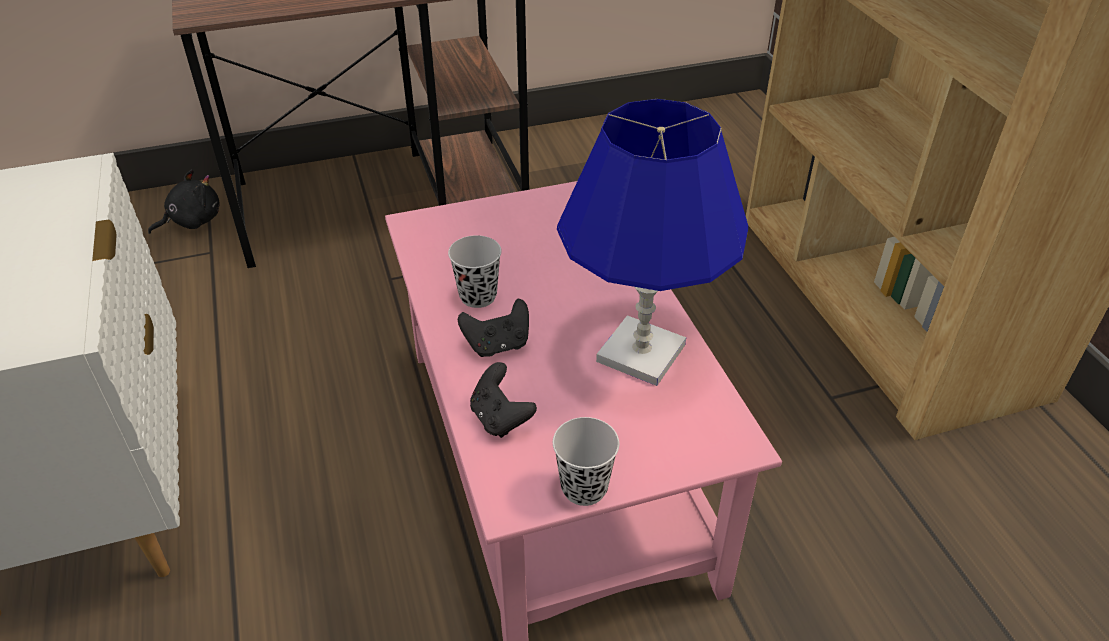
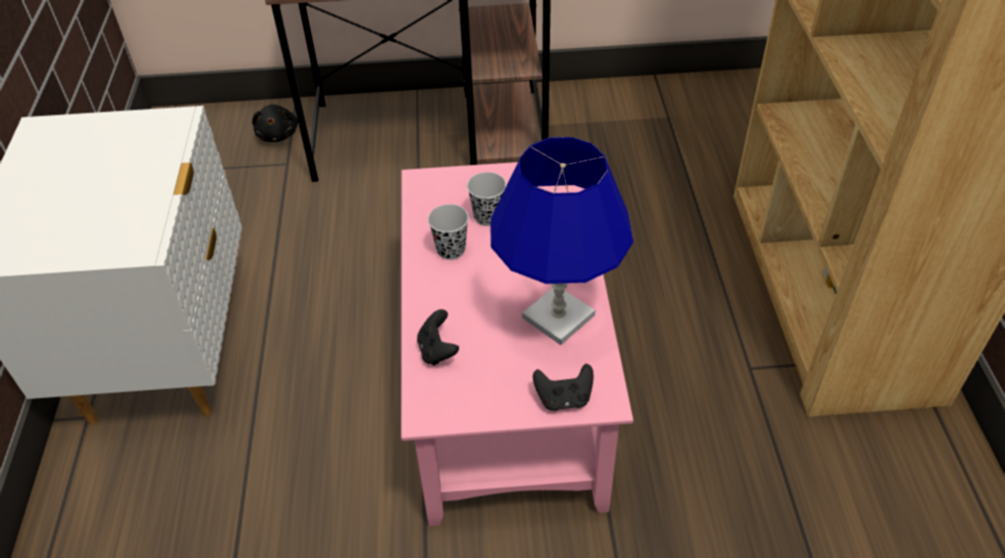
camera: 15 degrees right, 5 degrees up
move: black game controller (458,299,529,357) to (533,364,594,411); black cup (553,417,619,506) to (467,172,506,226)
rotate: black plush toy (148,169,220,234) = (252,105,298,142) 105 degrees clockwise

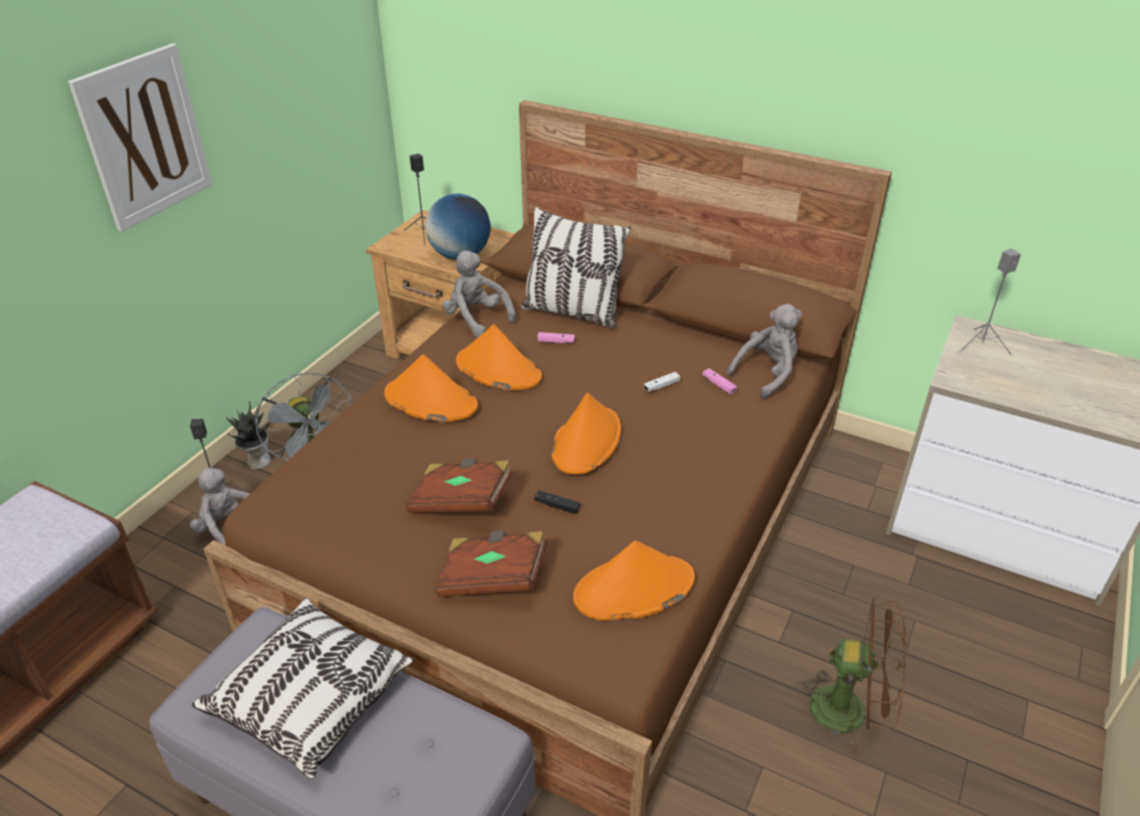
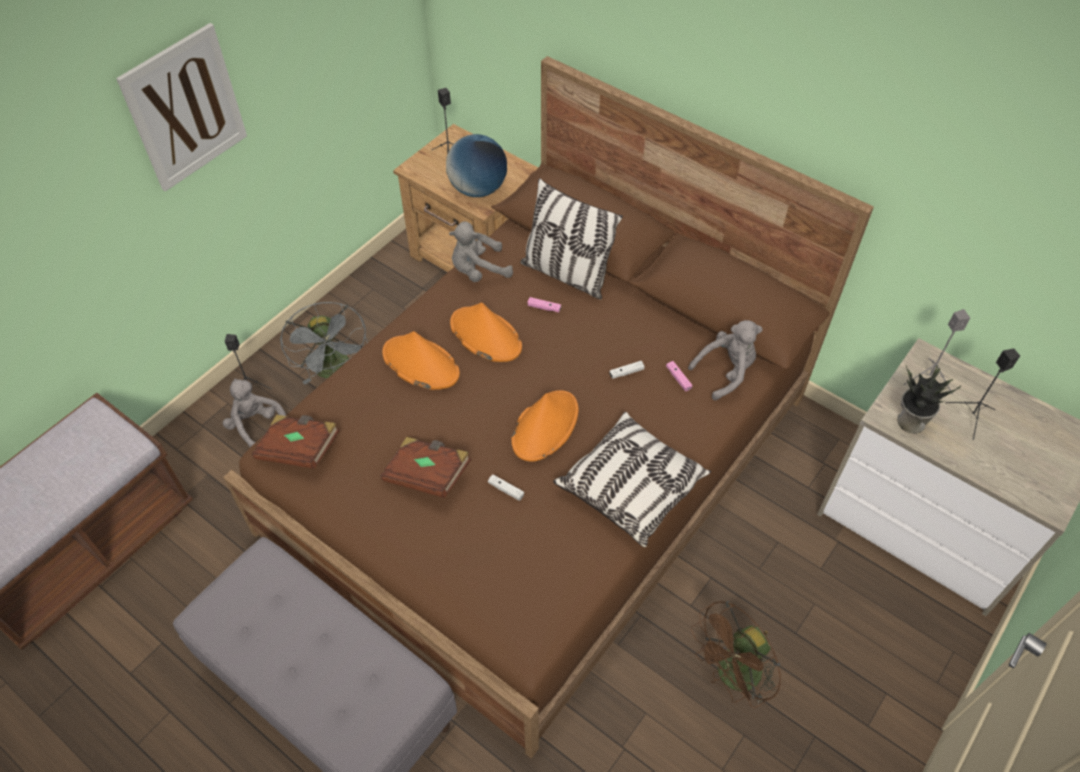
camera: 10 degrees right, 15 degrees up
delete: orange hat (573,541,695,621)
insert: black speaker (945,349,1020,440)
move: pillow (192,598,415,779) to (553,412,711,547); potted plant (226,401,271,469) to (897,365,961,433); brown book (435,531,547,597) to (252,415,340,469)
recolor: black game controller (534,490,580,514) to white game controller (488,474,524,501)
rotate: grey plush toy (442,250,516,337) = (449,221,513,282) 75 degrees counterclockwise; brown fan (795,596,906,756) = (691,601,781,708) 120 degrees clockwise

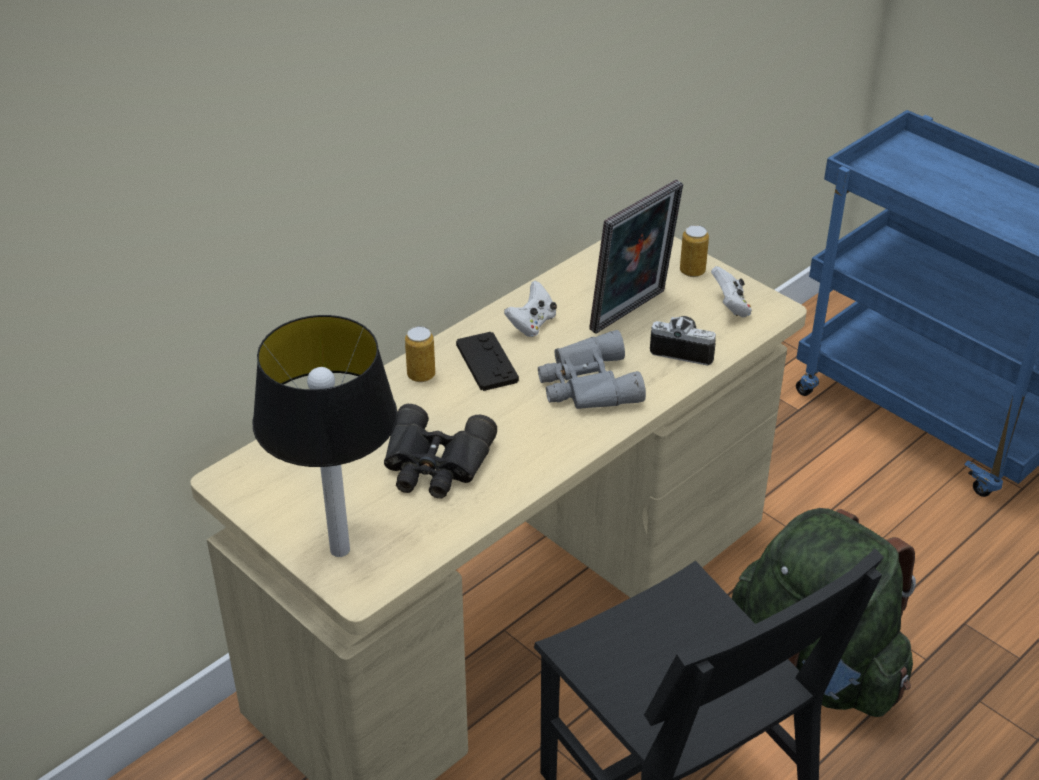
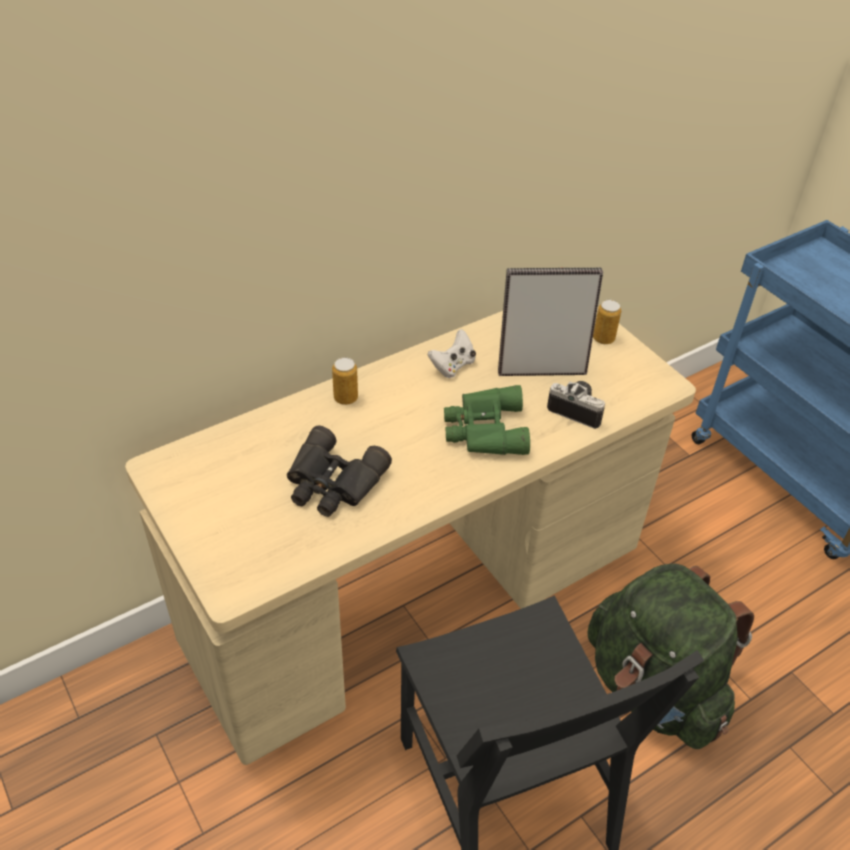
camera: 10 degrees right, 5 degrees up
delete: table lamp (252,315,398,557); black game controller (456,332,519,391); white game controller (711,266,752,318)
recolor: grey binoculars (538,330,646,409) to green binoculars (444,385,530,455)
rotate: picture frame (589,179,683,334) = (498,268,603,376) 150 degrees counterclockwise

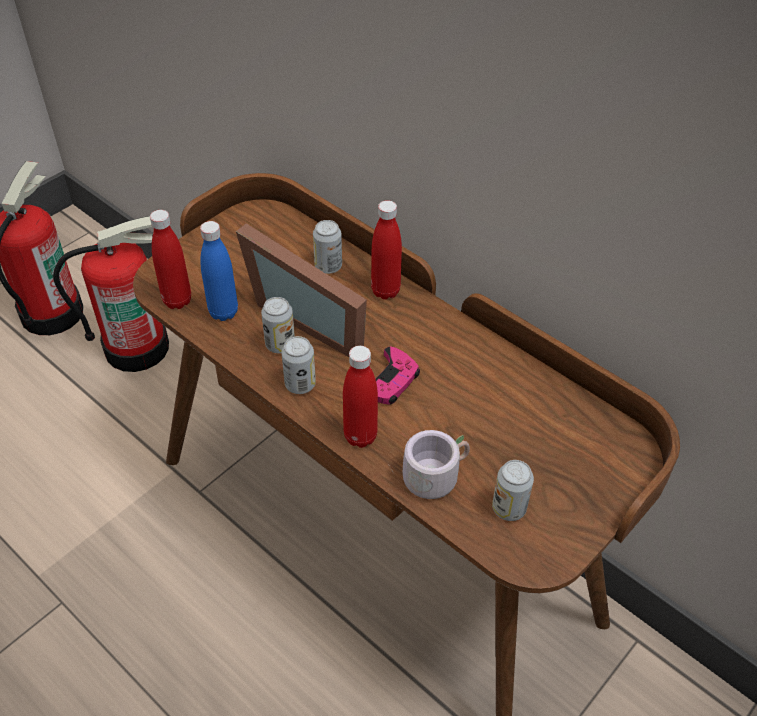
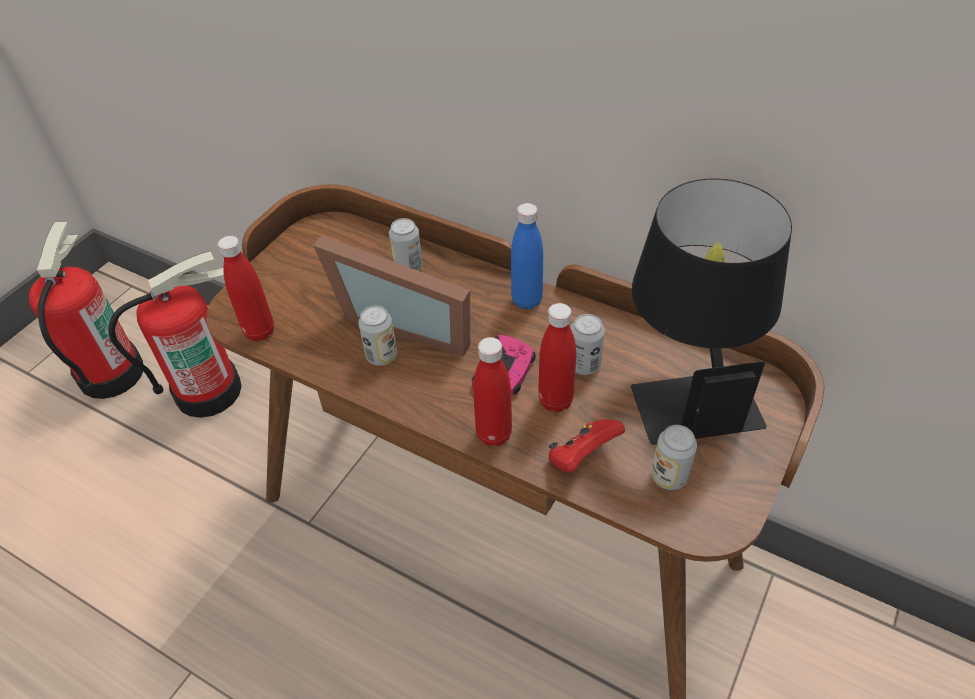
camera: 10 degrees left, 0 degrees up
insert: black table lamp (631,179,792,445)
move: blue bottle (200,221,238,321) to (511,203,543,309); can (282,336,316,394) to (571,314,605,375); red bottle (371,200,402,300) to (538,303,576,412)
replace: grey mug (389,430,470,499) to red game controller (549,419,625,472)

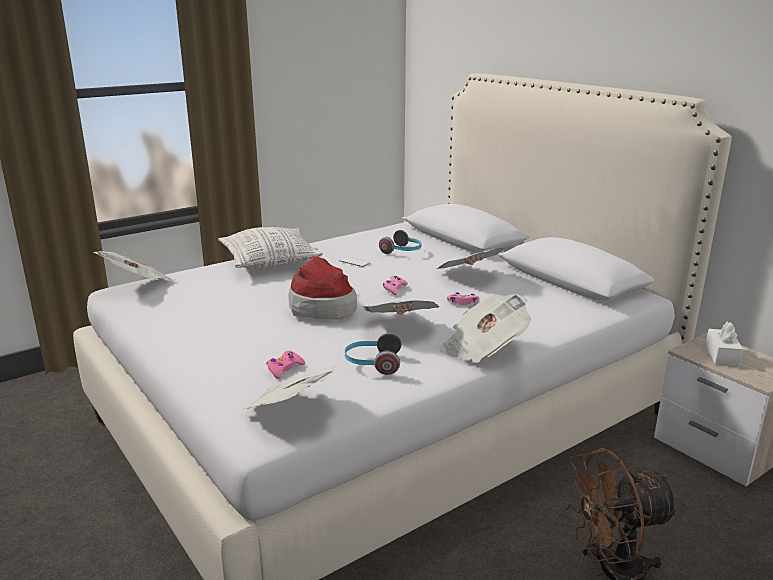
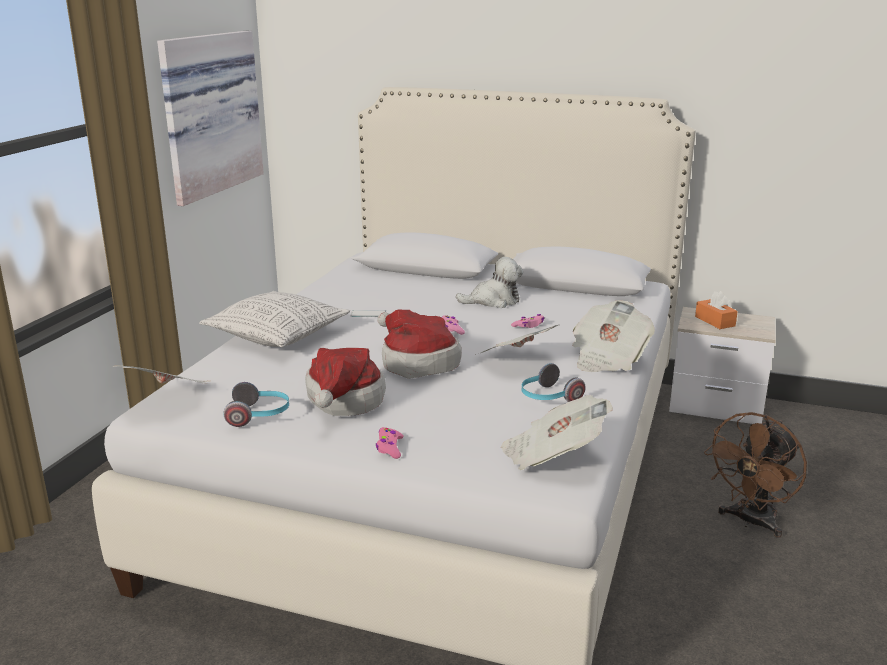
camera: 35 degrees left, 0 degrees up
insert: picture (157,31,264,206); hat (305,348,386,416)
move: pink game controller (266,351,305,379) to (376,427,404,459); headphones (379,230,422,254) to (223,382,289,427)
replace: newspaper (438,248,505,269) to plush toy (456,257,523,308)
recolor: white tissue box (705,322,743,366) to orange tissue box (695,291,738,329)

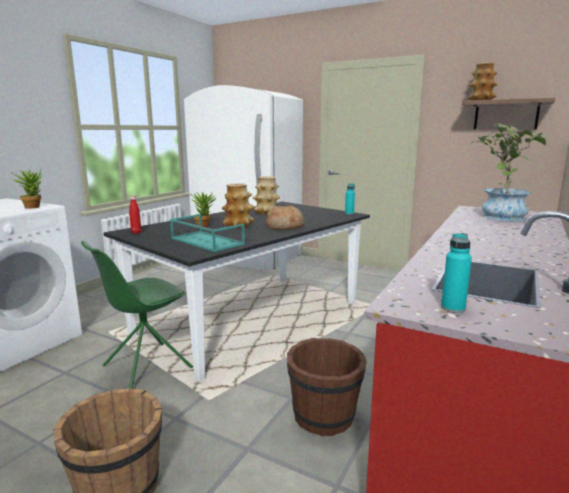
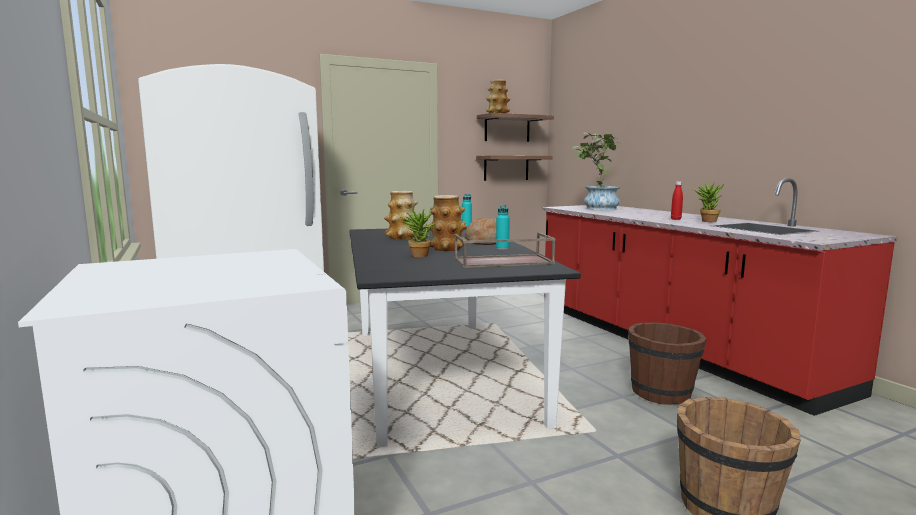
camera: 55 degrees left, 5 degrees down
delete: green chair (81,241,193,389)
insert: shelf (476,156,553,181)
move: potted plant (11,169,42,209) to (691,182,725,222); red bottle (129,195,141,234) to (671,181,683,220); turquoise bottle (441,233,472,313) to (496,204,510,250)
recolor: turquoise tray (170,214,245,252) to brown tray (454,232,556,268)

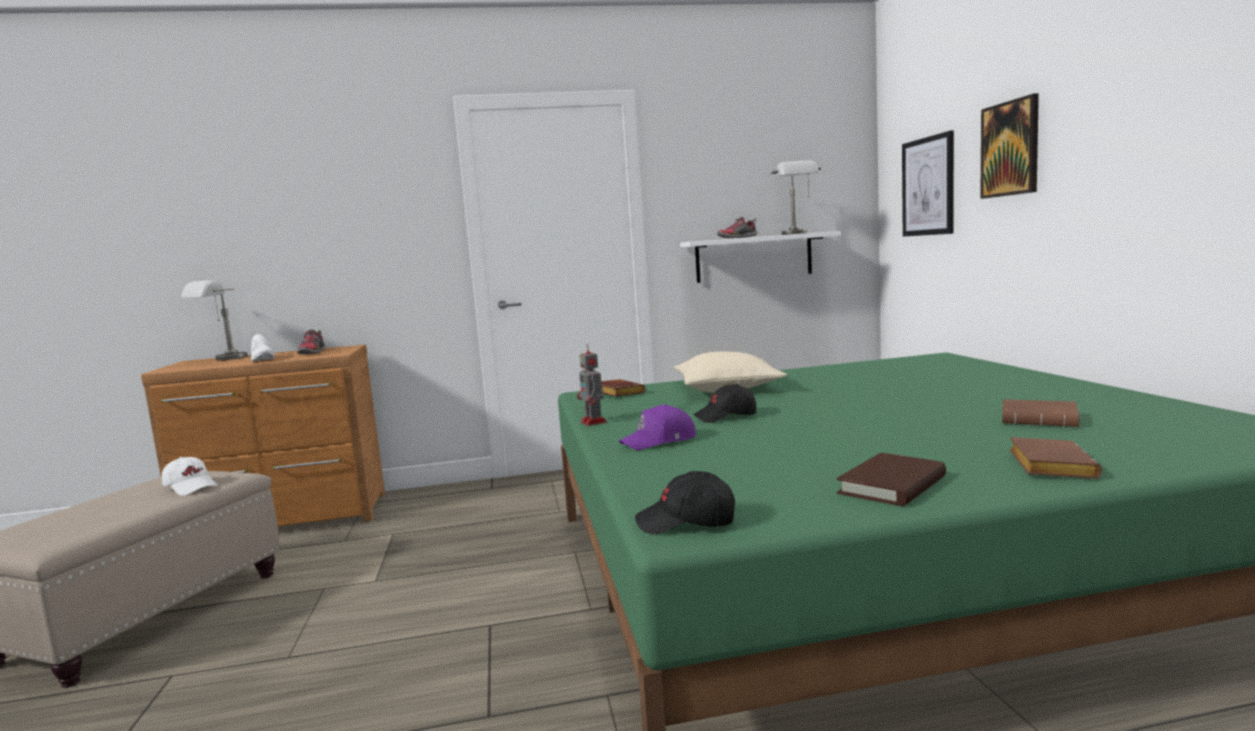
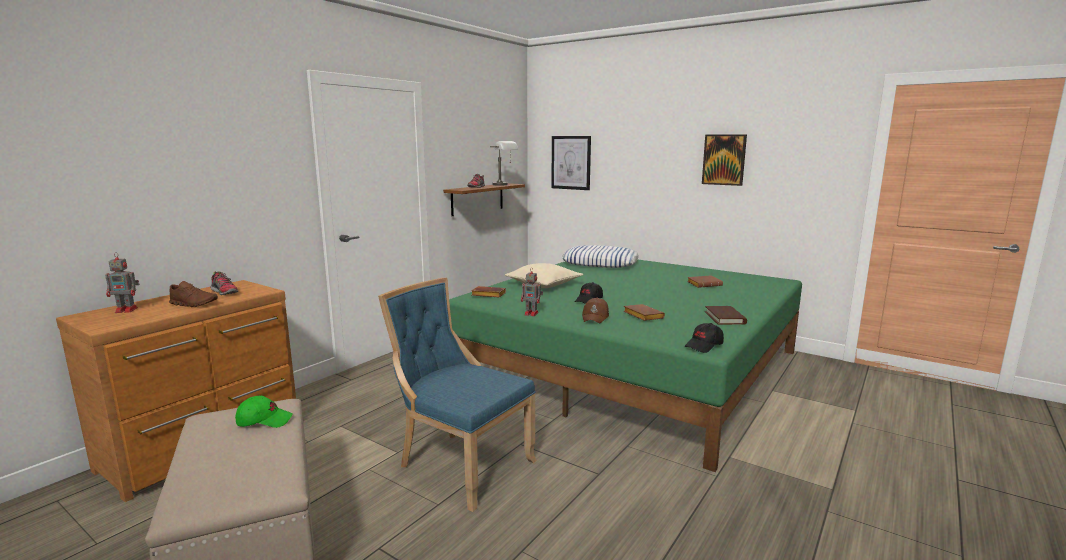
camera: 45 degrees left, 5 degrees up
insert: blue chair (378,278,537,512); pillow (563,245,639,268)
move: picture (980,93,1039,199) to (702,134,747,186); brown book (1009,437,1102,479) to (623,304,665,321)
replace: grey table lamp (181,280,248,361) to toy robot (105,252,139,313)
recolor: white cap (162,457,217,496) to green cap (235,396,293,428); white shoe (251,334,275,362) to brown shoe (169,281,218,307); purple cap (619,404,696,450) to brown cap (582,297,609,323); white shelf (680,231,841,283) to brown shelf (443,183,525,216)

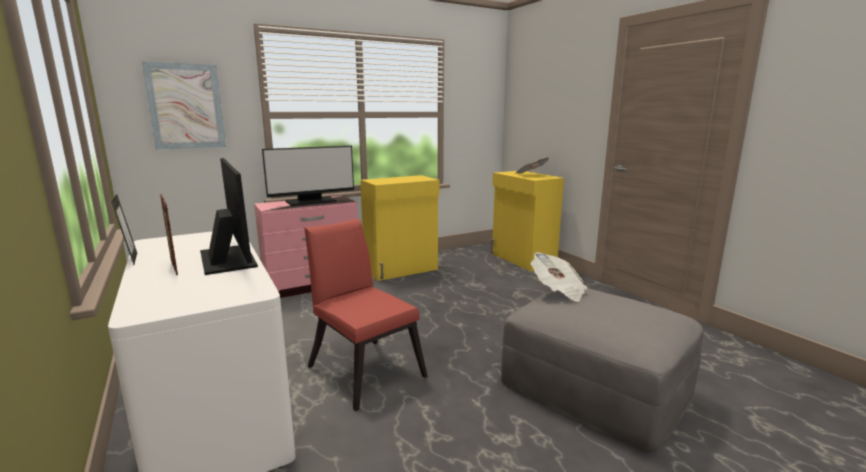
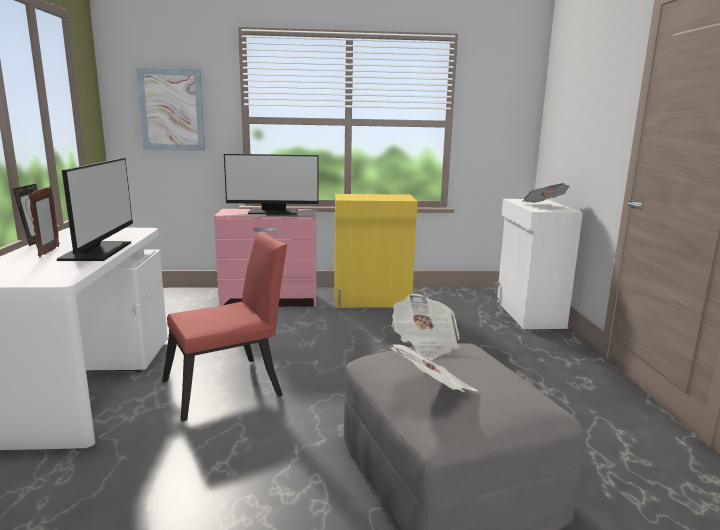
camera: 25 degrees right, 0 degrees up
insert: newspaper (391,344,478,392)
recolor: yellow cabinet (491,171,564,271) to white cabinet (493,199,583,329)
rotate: red chair (305,219,428,411) = (162,231,287,421) 75 degrees clockwise

